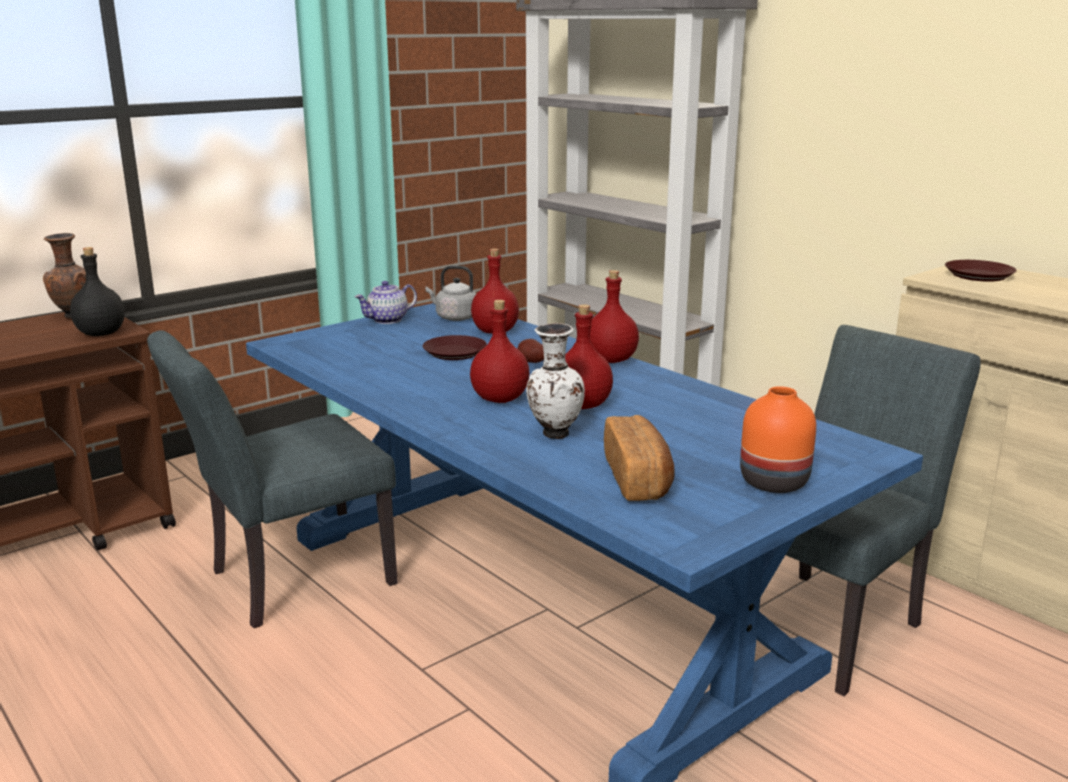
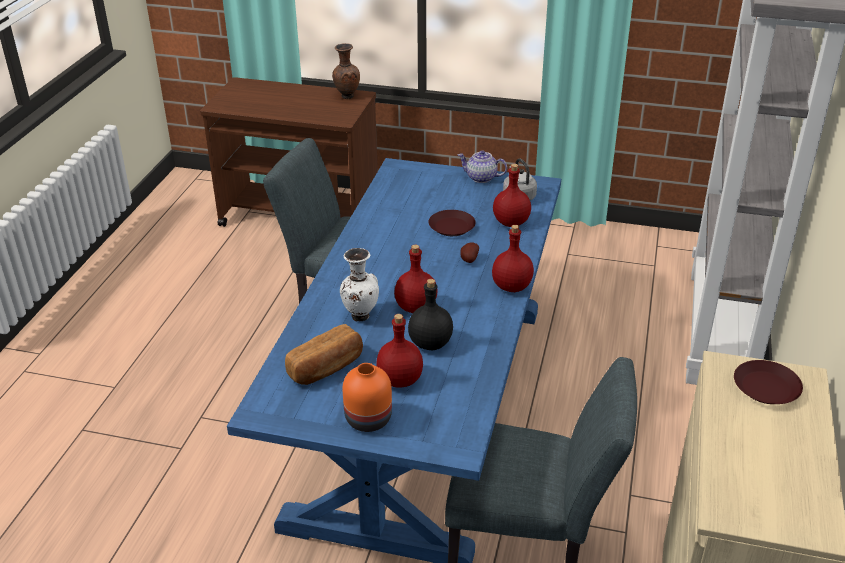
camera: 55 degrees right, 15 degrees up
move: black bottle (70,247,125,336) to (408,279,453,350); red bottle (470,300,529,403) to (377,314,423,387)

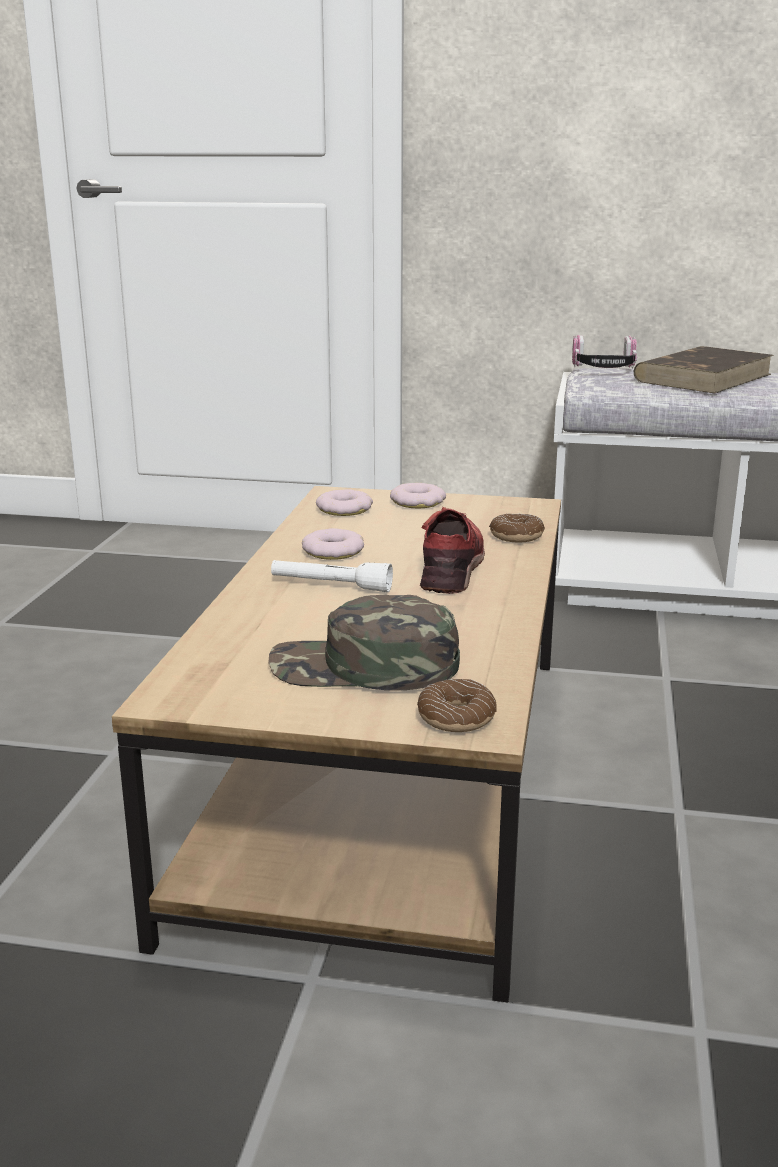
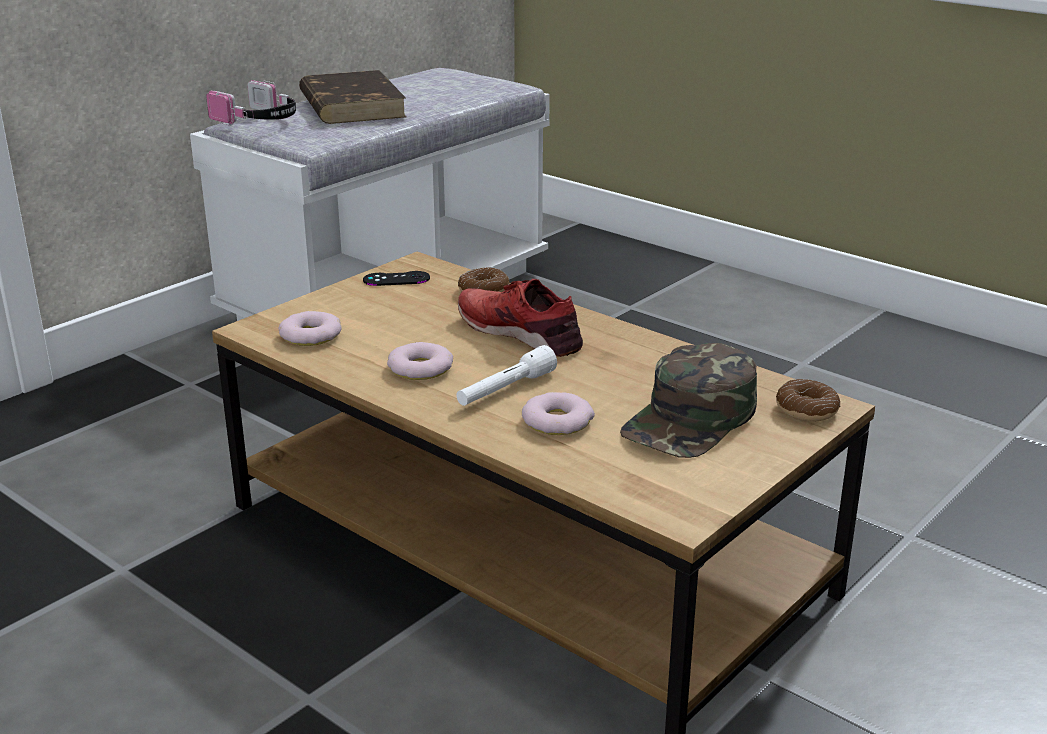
camera: 60 degrees left, 5 degrees up
insert: black game controller (363,271,430,286)
move: donut (390,483,446,508) to (522,392,595,435)

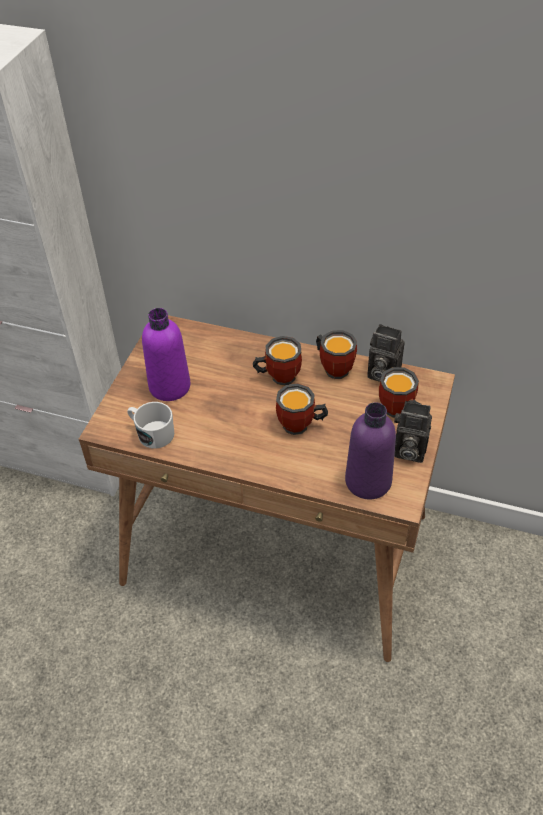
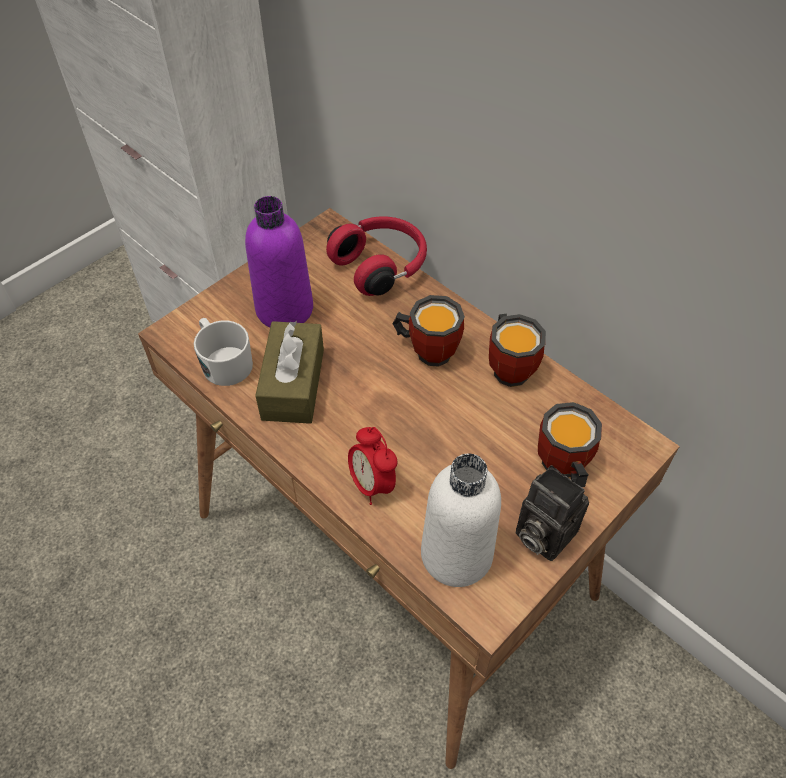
camera: 25 degrees right, 5 degrees up
delete: mug (276,383,328,435); photo camera (367,324,405,382)
insert: brown tissue box (255,321,324,424); red headphones (326,217,427,296); alarm clock (348,427,397,505)
recolor: purple bottle (345,402,396,499) to white bottle (421,454,501,587)

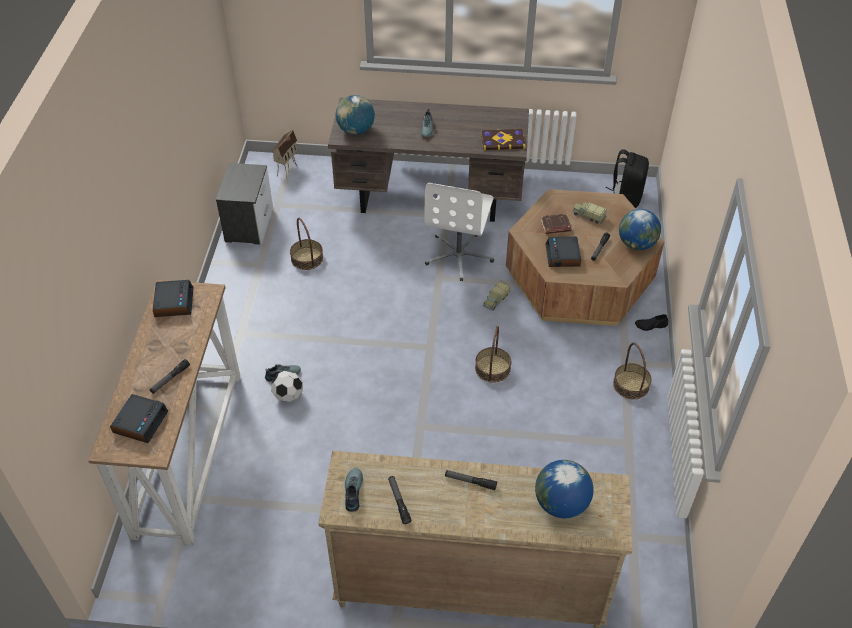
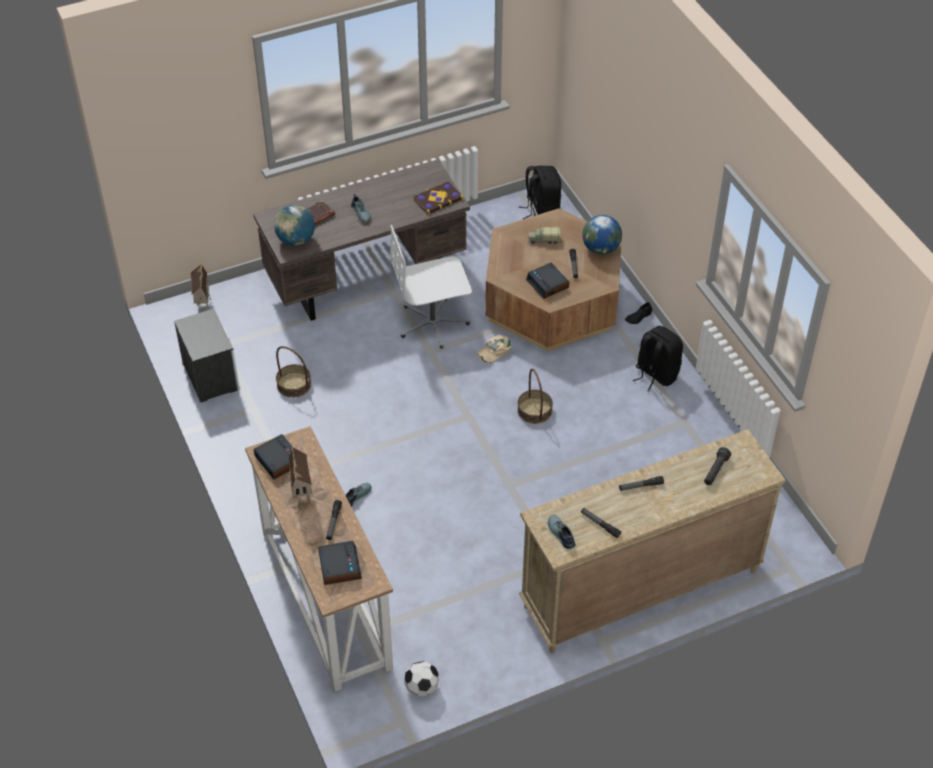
camera: 30 degrees left, 0 degrees up
insert: toy house (289,447,313,510)
move: football (271,371,303,402) to (404,661,439,696); brown book (540,214,572,234) to (306,201,335,225)
replace: toy truck (483,281,510,310) to beige cap (477,335,512,363); globe (535,460,594,518) to black flashlight (704,447,731,485); basket (613,343,652,399) to black backpack (633,326,683,391)
rotate: white office chair (424,183,494,281) = (390,225,472,349) 90 degrees clockwise

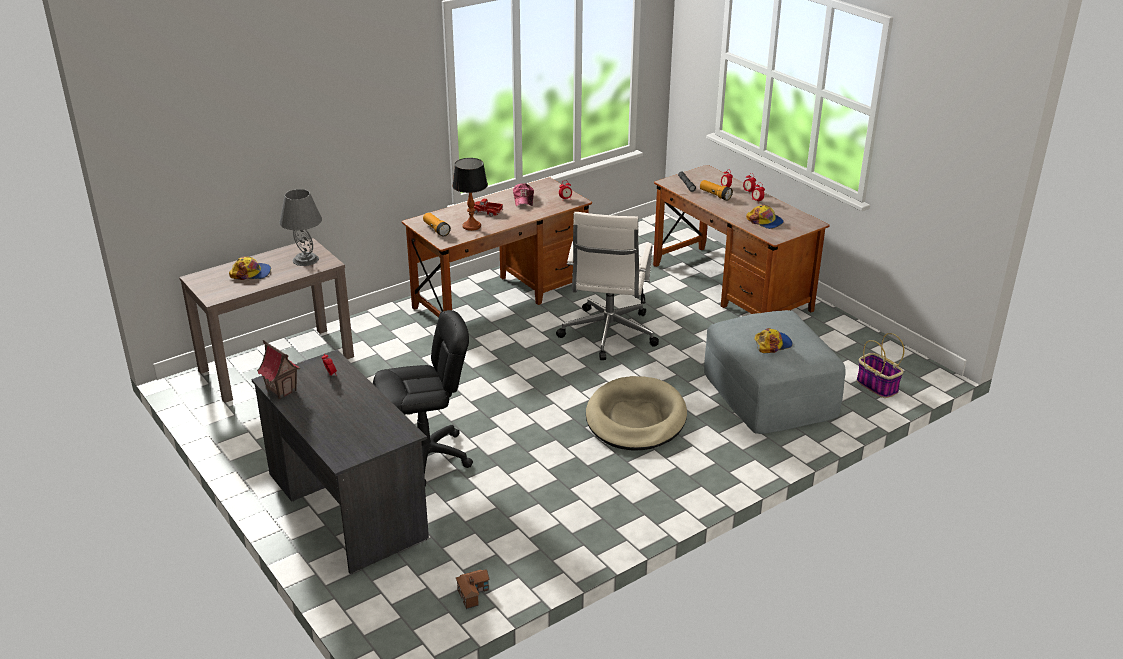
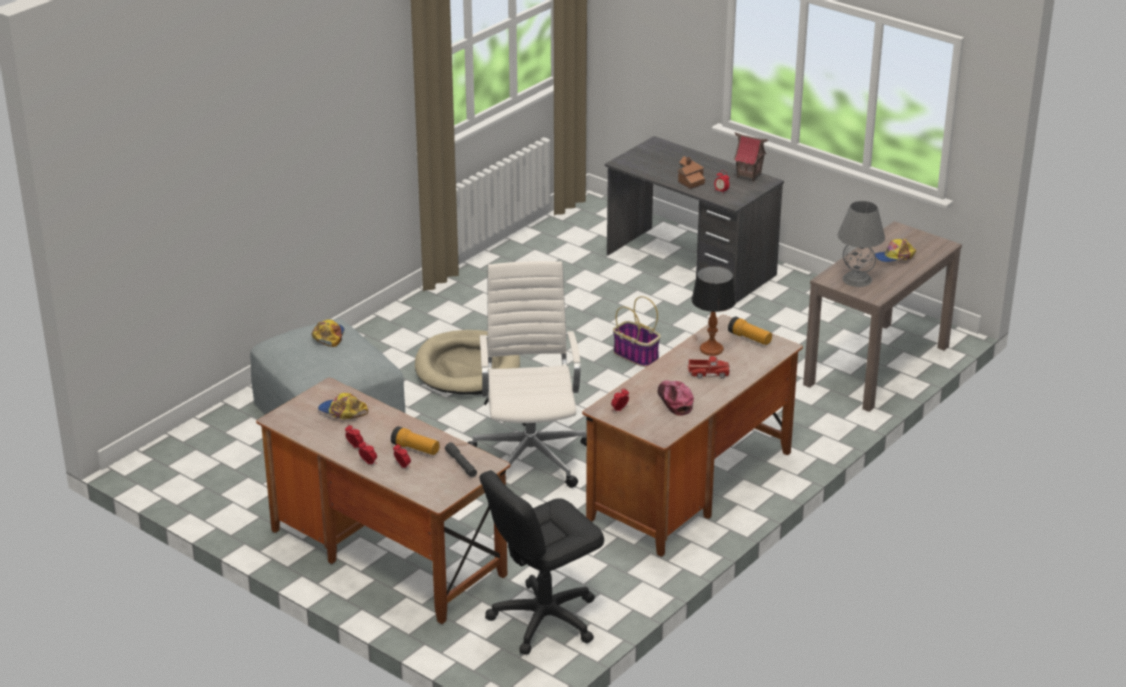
camera: 165 degrees right, 0 degrees up
move: black office chair (373,310,473,487) to (479,470,604,655); toy house (456,569,490,609) to (677,156,705,189); basket (857,333,904,398) to (613,296,661,367)
rotate: cap (754,328,793,353) = (312,319,345,347) 135 degrees clockwise

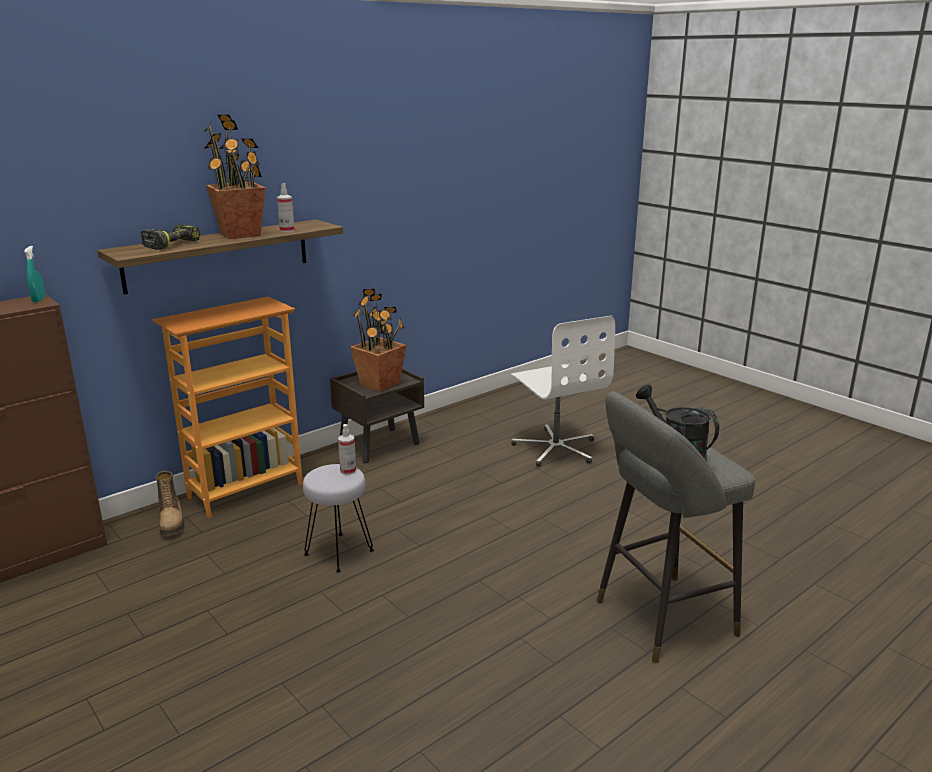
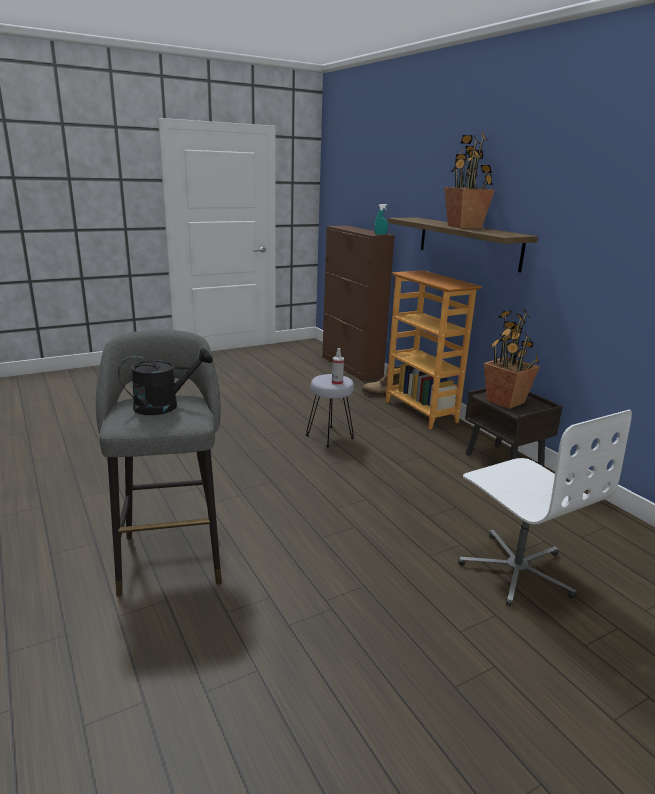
camera: 100 degrees right, 0 degrees up
delete: power drill (141,224,200,250); spray bottle (277,183,295,232)
rotate: white office chair (511,316,615,467) = (458,410,632,607) 105 degrees counterclockwise

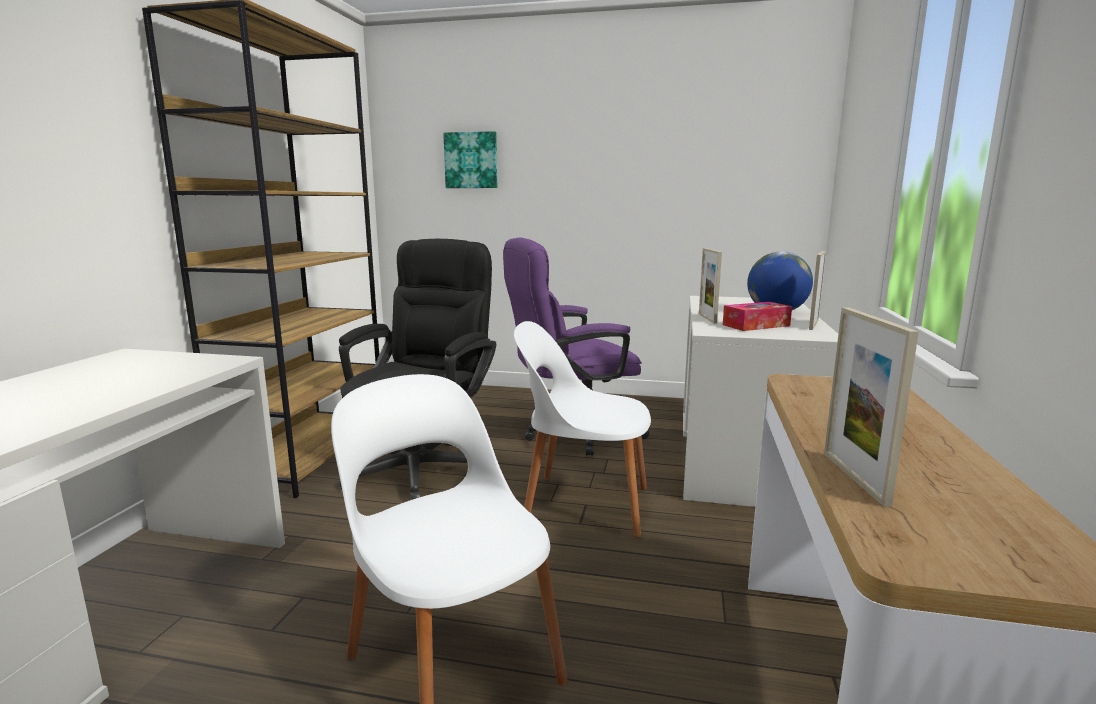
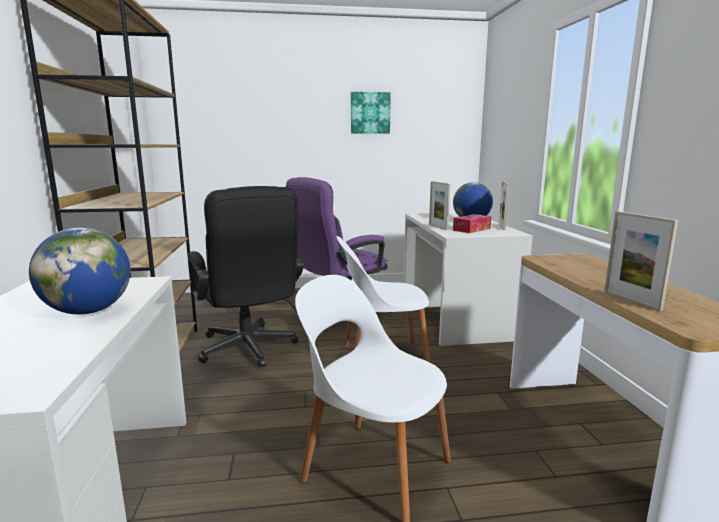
camera: 20 degrees left, 0 degrees up
insert: globe (29,228,130,315)
move: picture (443,131,497,188) to (351,92,391,134)
rotate: black office chair (339,239,496,500) = (188,186,304,367) 150 degrees clockwise

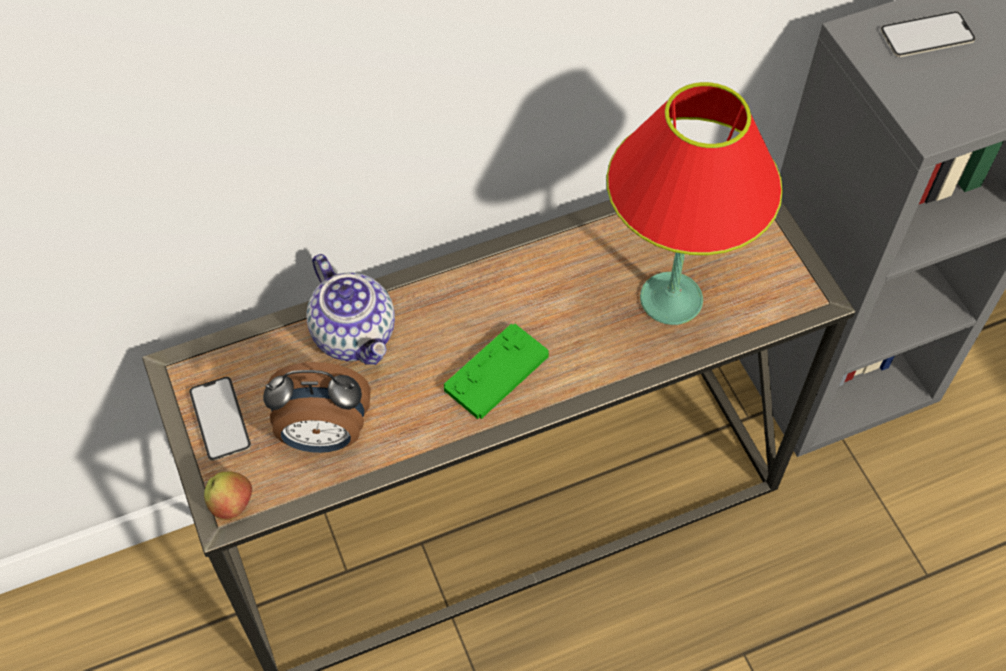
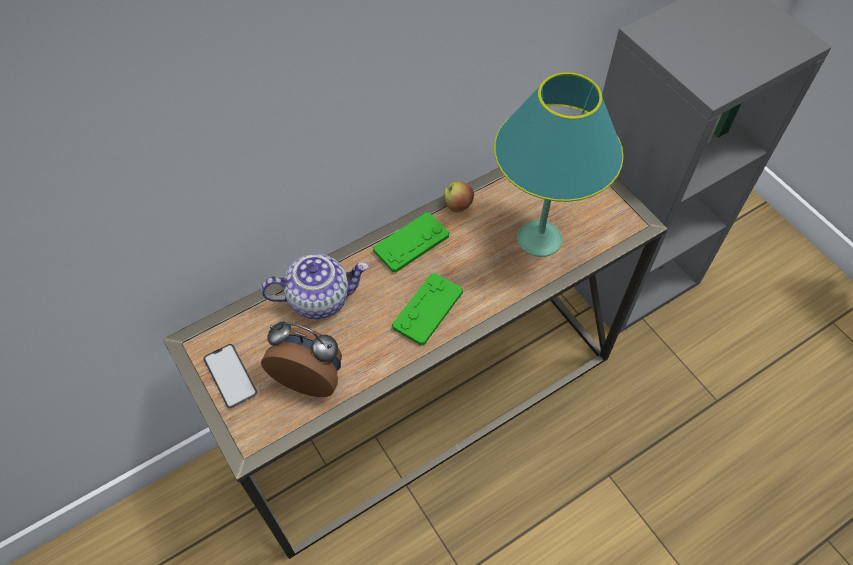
camera: 10 degrees left, 0 degrees up
delete: phone (881,11,975,57)
insert: green game controller (373,212,449,273)
move: apple (204,471,252,520) to (444,181,474,213)
recolor: red table lamp (606,82,783,325) to turquoise table lamp (494,72,624,257)
rotate: alarm clock (263,362,371,453) = (261,321,342,397) 150 degrees counterclockwise; teapot (306,254,395,365) = (261,254,369,319) 60 degrees counterclockwise

